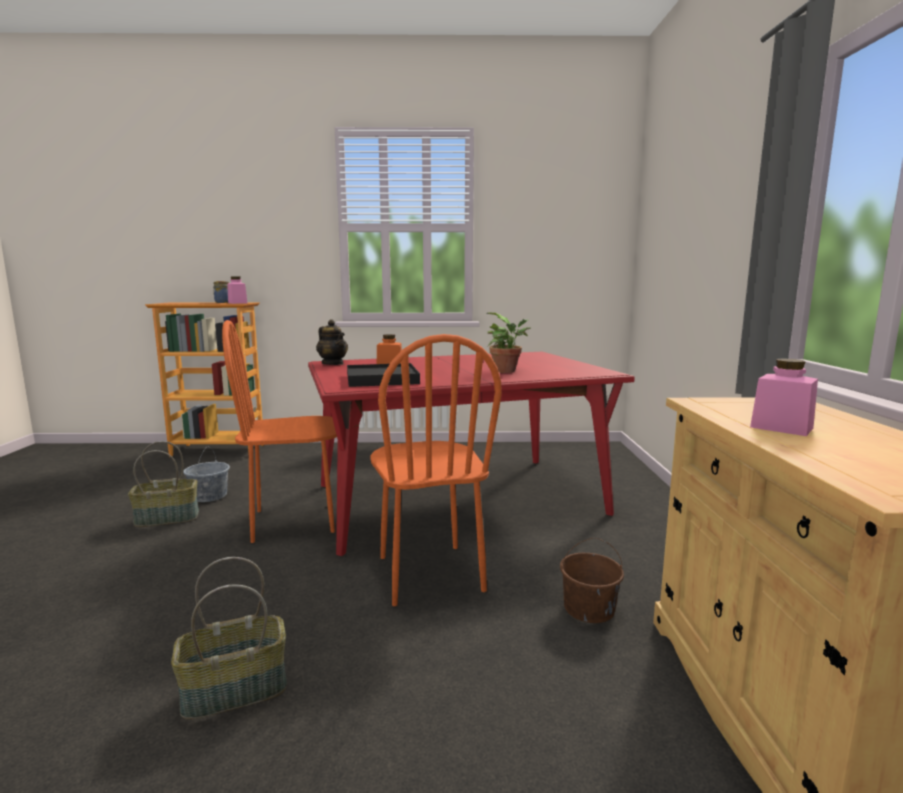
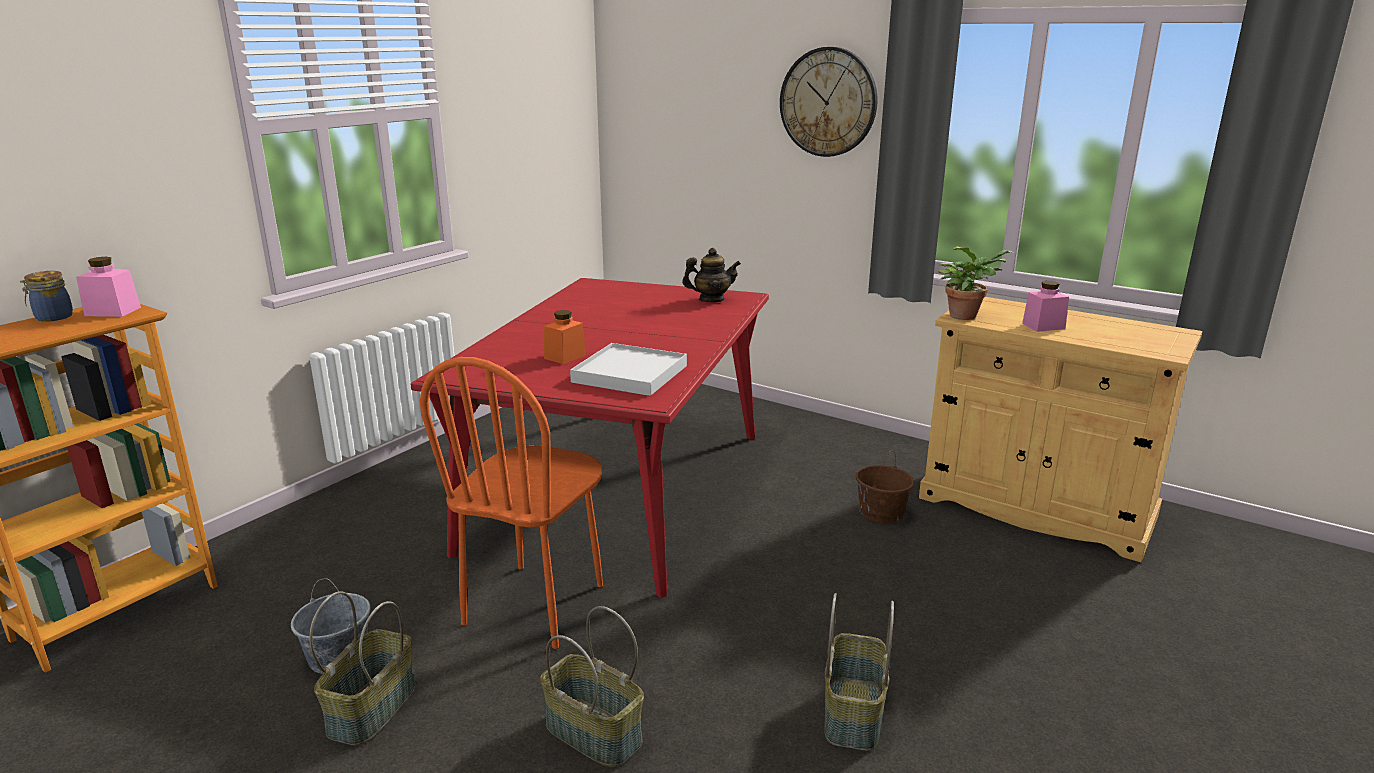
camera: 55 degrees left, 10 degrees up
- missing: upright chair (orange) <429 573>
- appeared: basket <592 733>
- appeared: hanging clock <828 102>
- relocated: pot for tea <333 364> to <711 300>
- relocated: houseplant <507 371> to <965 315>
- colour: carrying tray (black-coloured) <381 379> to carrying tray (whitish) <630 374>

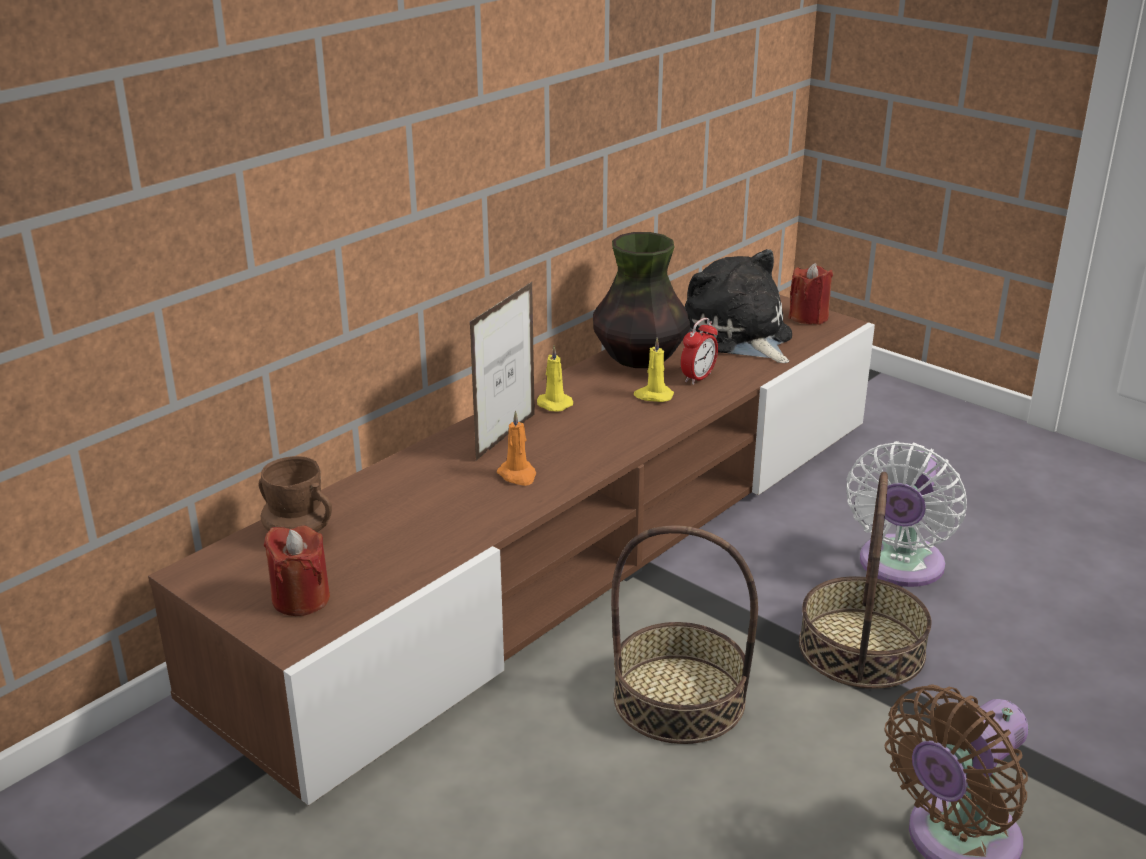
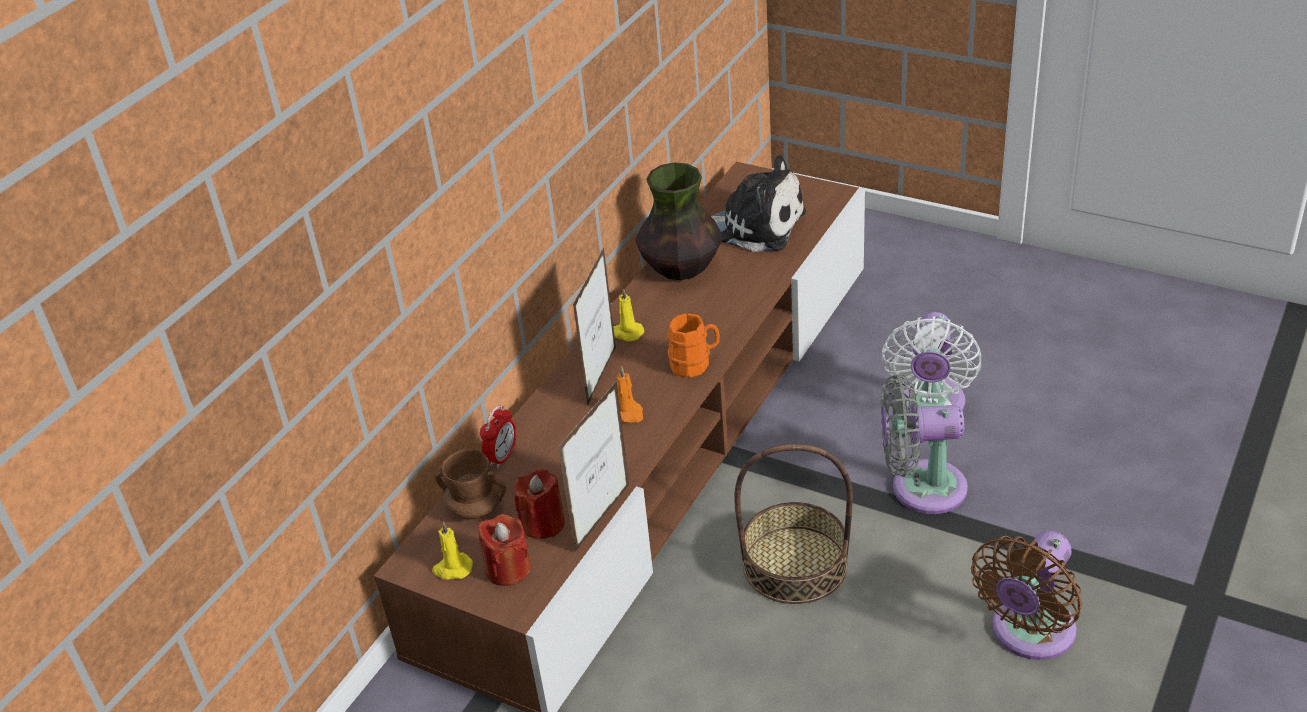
camera: 10 degrees left, 10 degrees up
- appeared: photo frame <602 518>
- appeared: mug (orange) <695 363>
- relocated: candle (yellowish) <653 396> to <452 568>
- relocated: bedside clock <698 377> to <502 457>
- relocated: candle (reddish) <808 317> to <543 523>
- exchanged: basket <862 648> to electric fan (grey) <920 488>
- spun: soft toy <739 336> = <756 225> 150 degrees clockwise

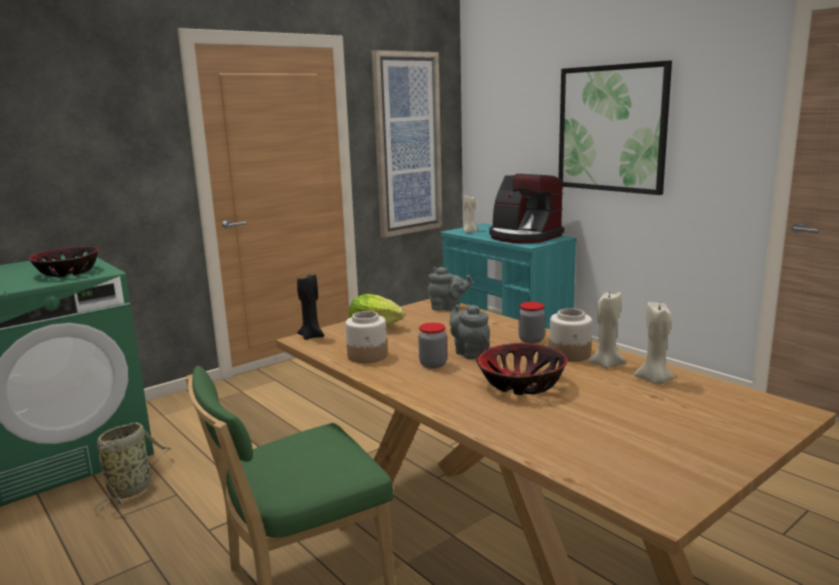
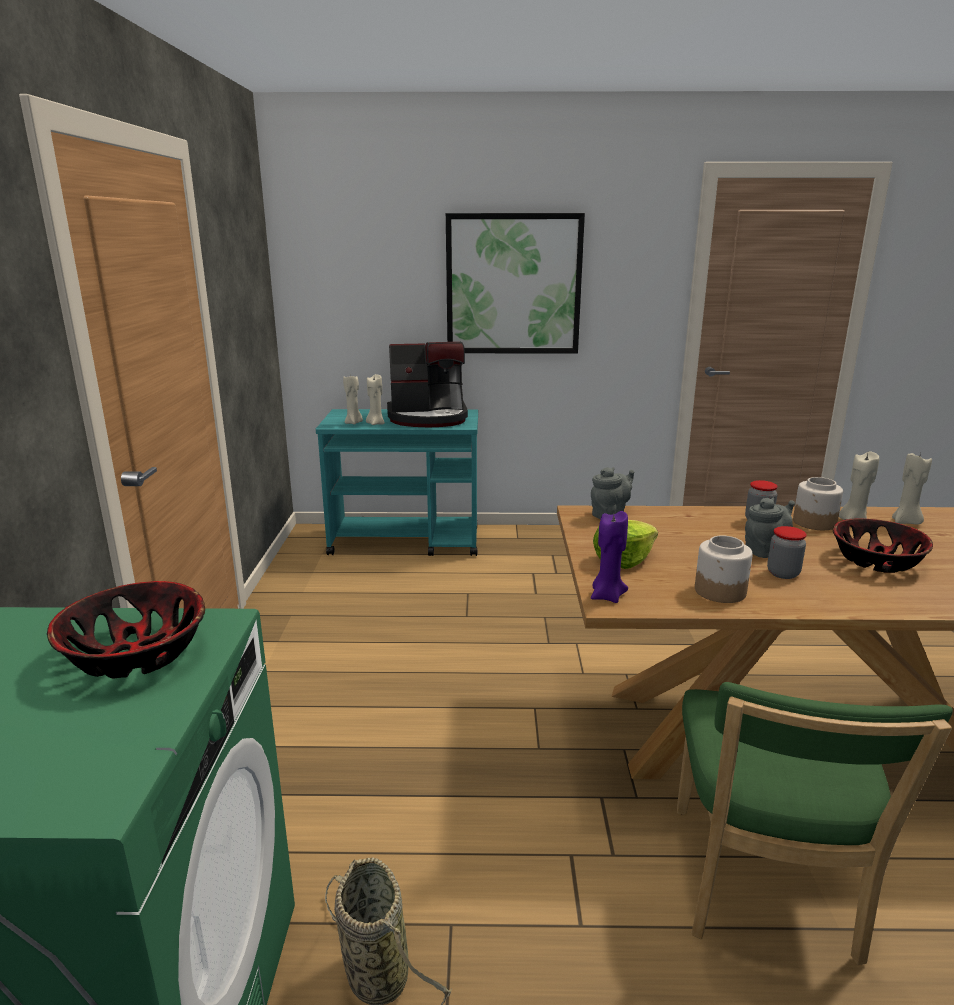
camera: 50 degrees left, 5 degrees up
- missing: picture <407 144>
- appeared: candle (sand-coloured) <375 423>
- colour: candle (black-coloured) <311 336> to candle (purple) <607 596>
- spun: pot for tea (grey) <469 352> = <765 550> 135 degrees clockwise

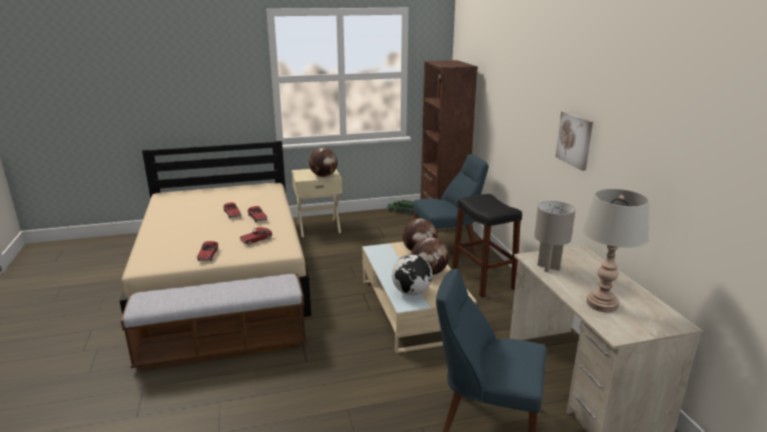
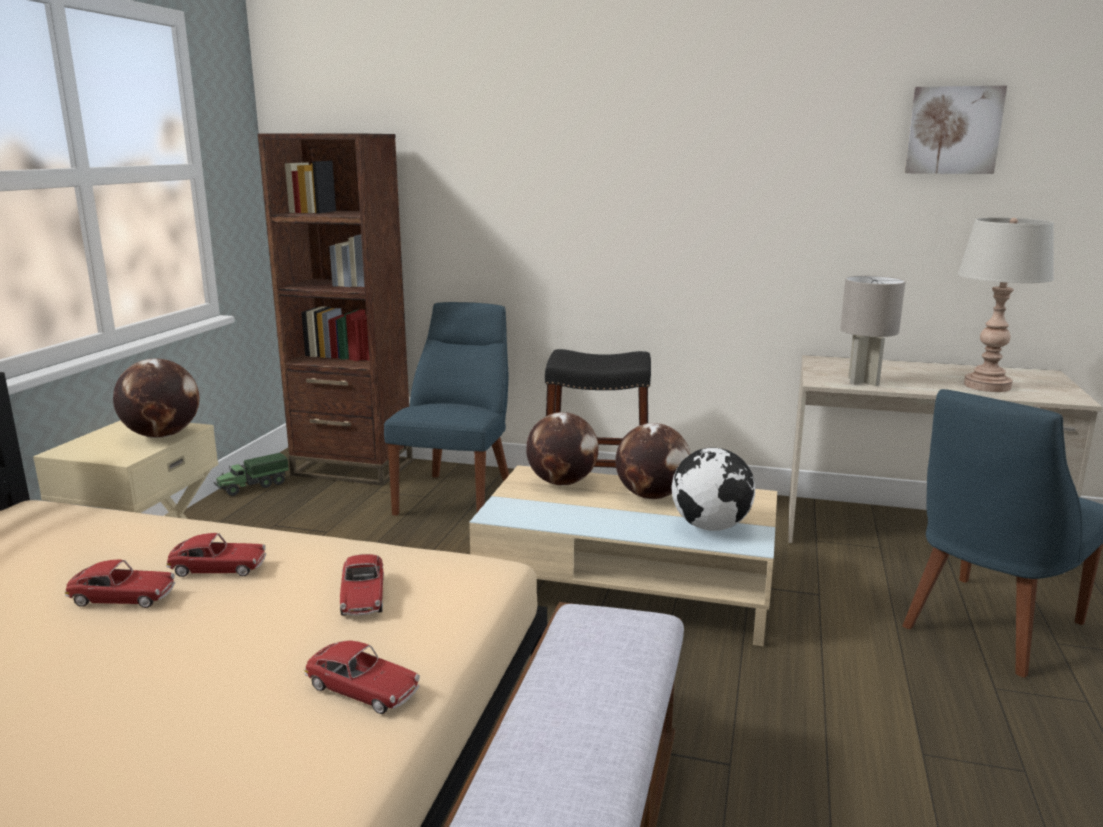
camera: 60 degrees left, 5 degrees down
- relocated: picture <575 140> to <953 130>

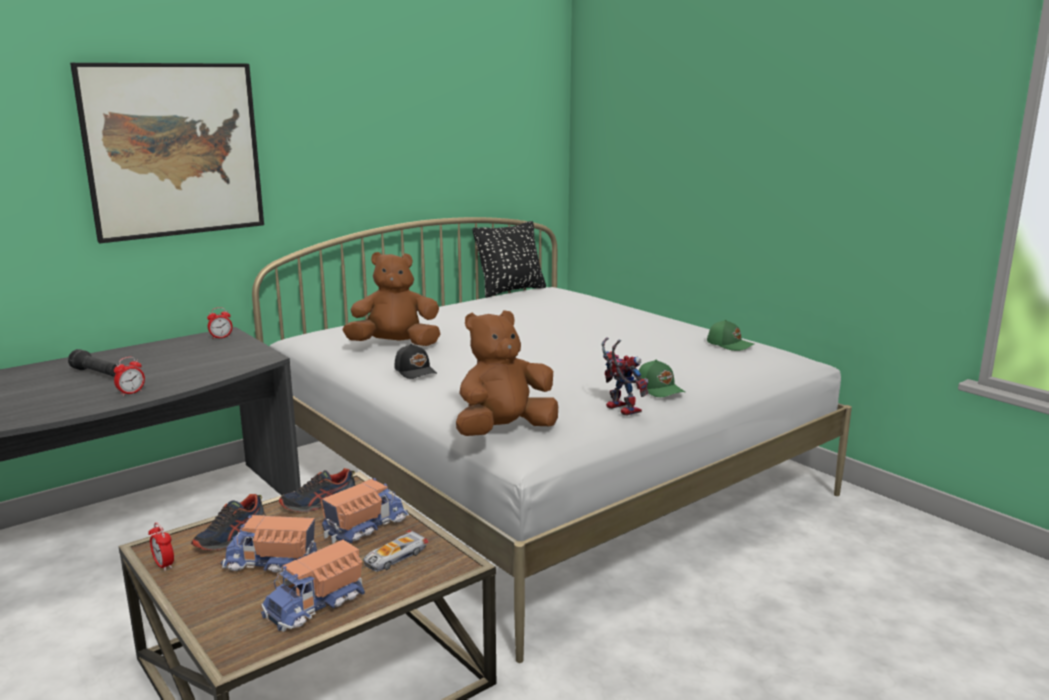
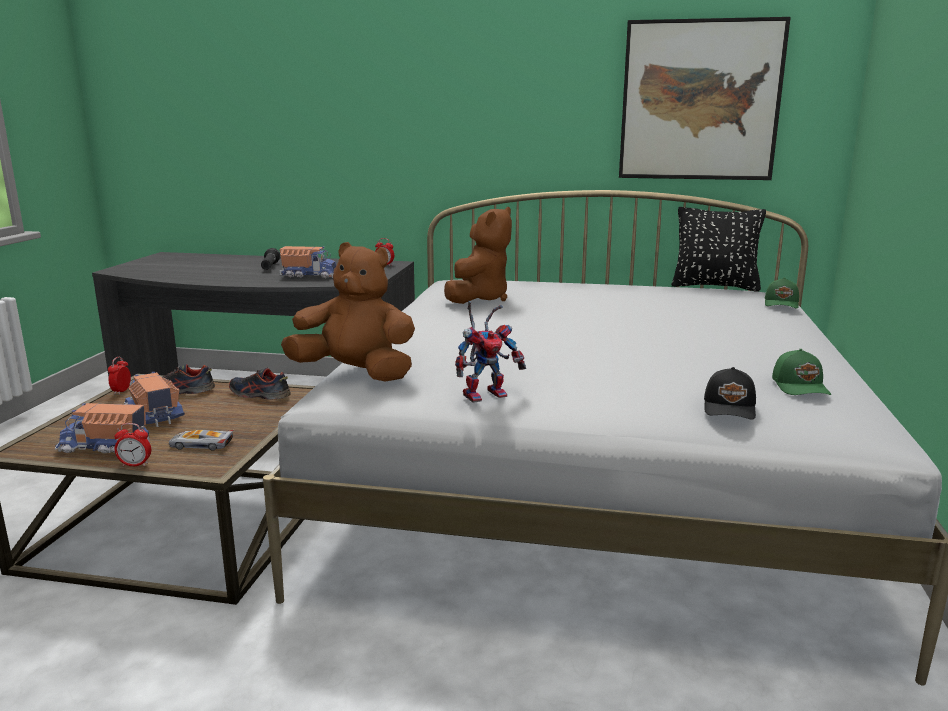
camera: 50 degrees right, 0 degrees up
- relocated: picture <174 150> to <699 101>
- relocated: bedside clock <131 393> to <135 464>
- relocated: toy truck <364 526> to <310 275>
- relocated: peaked cap (black-coloured) <416 371> to <730 408>
- relocated: peaked cap (green-coloured) <660 389> to <782 304>
- spun: soft toy (brown) <395 345> = <479 298> 75 degrees clockwise
- spun: model robot <619 409> = <486 394> 45 degrees clockwise

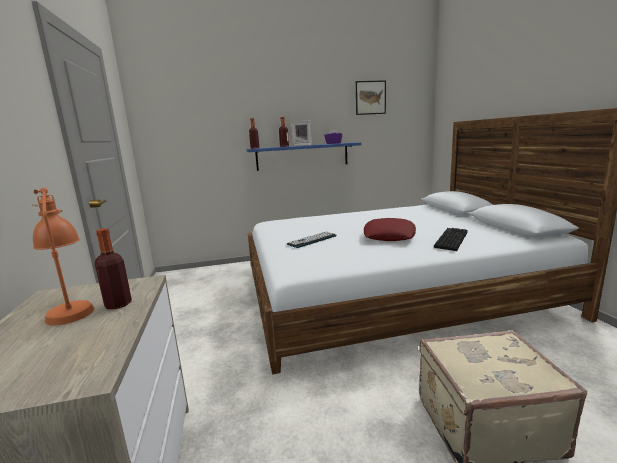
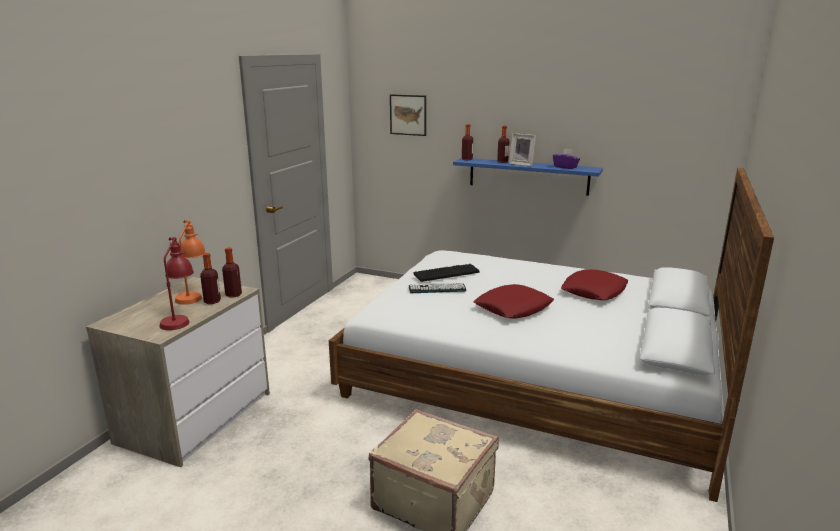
camera: 35 degrees right, 5 degrees up
- appeared: lamp for a table (reddish) <179 318>
- appeared: drink bottle <233 295>
- appeared: pillow (reddish) <594 291>
- relocated: picture <370 97> to <408 115>
- relocated: computer keyboard <450 239> to <446 273>

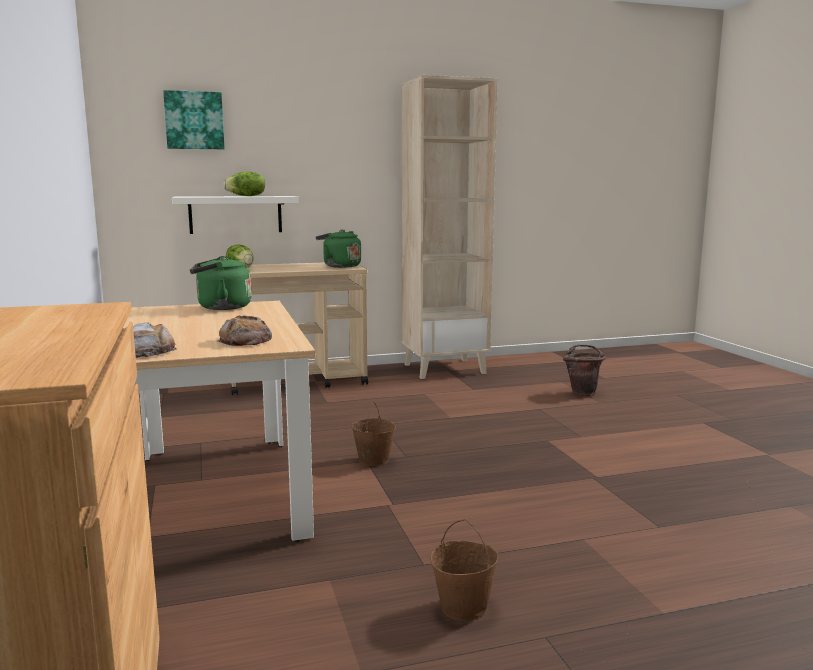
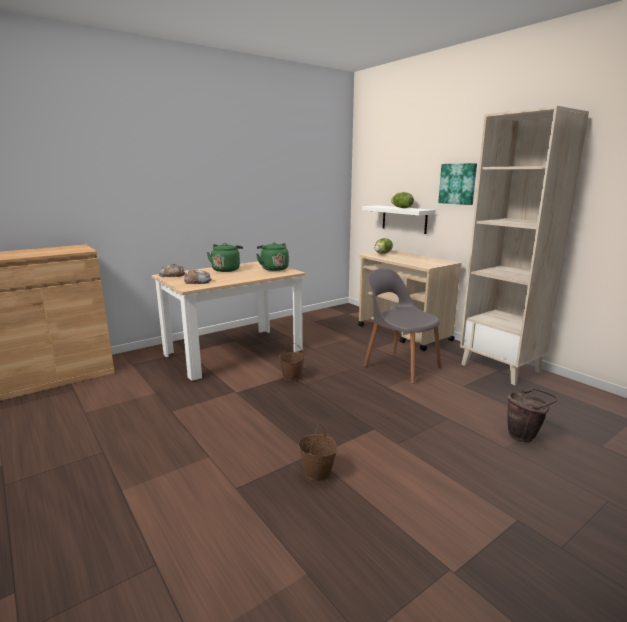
camera: 70 degrees right, 5 degrees up
- appeared: upright chair (grey) <400 366>
- relocated: picture <194 120> to <458 184>
- relocated: water kettle (green-coloured) <340 266> to <226 269>
- relocated: water bucket (brown) <464 607> to <318 473>

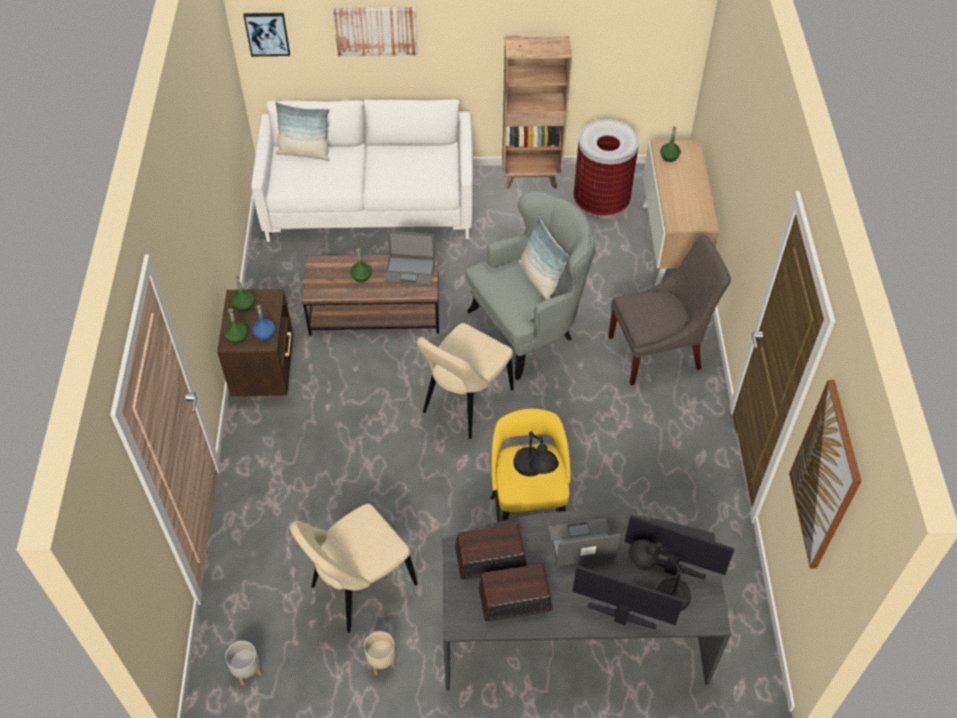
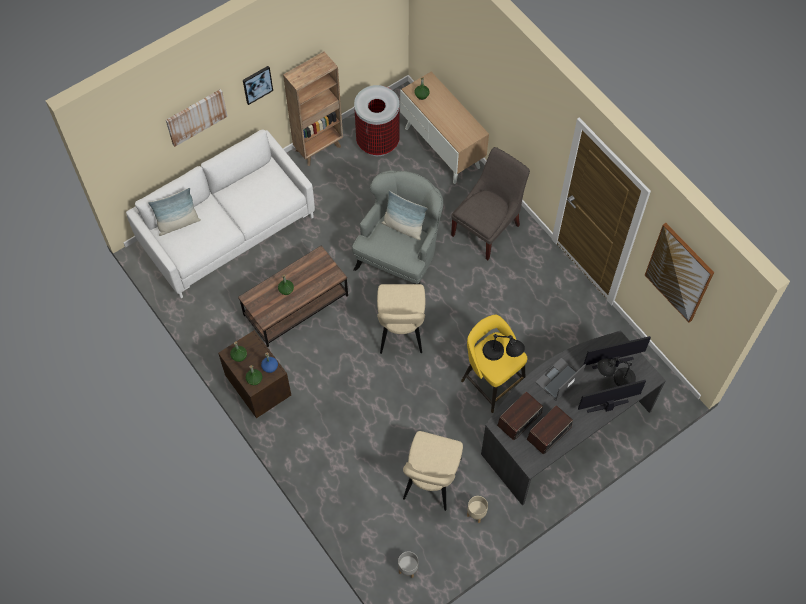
camera: 35 degrees left, 10 degrees up
- missing: portable computer <411 270>
- relocated: picture <267 33> to <257 84>

